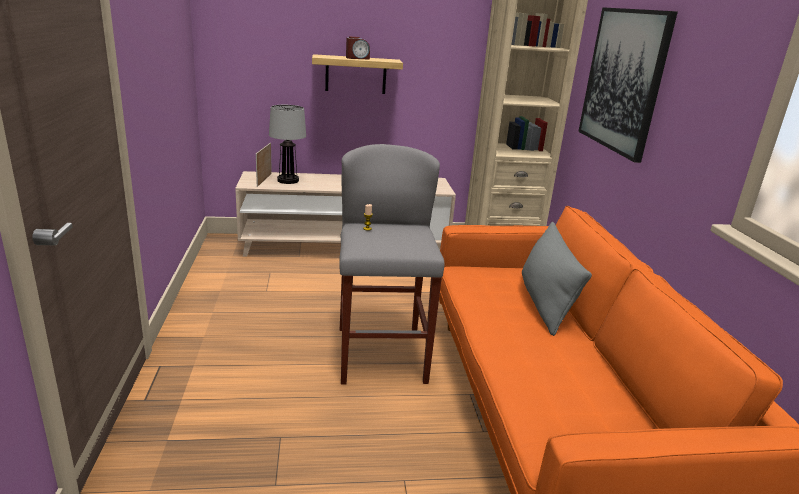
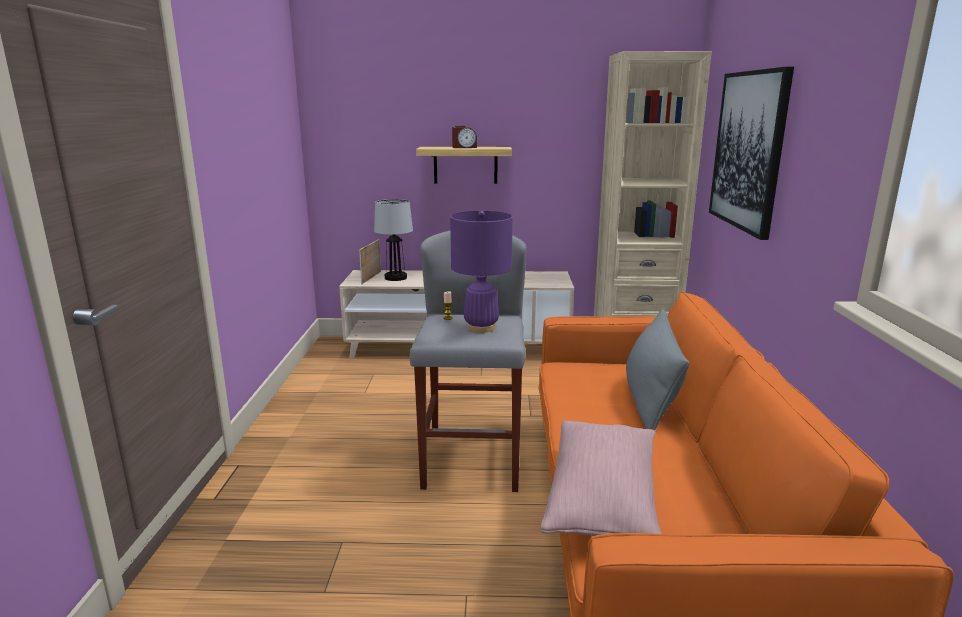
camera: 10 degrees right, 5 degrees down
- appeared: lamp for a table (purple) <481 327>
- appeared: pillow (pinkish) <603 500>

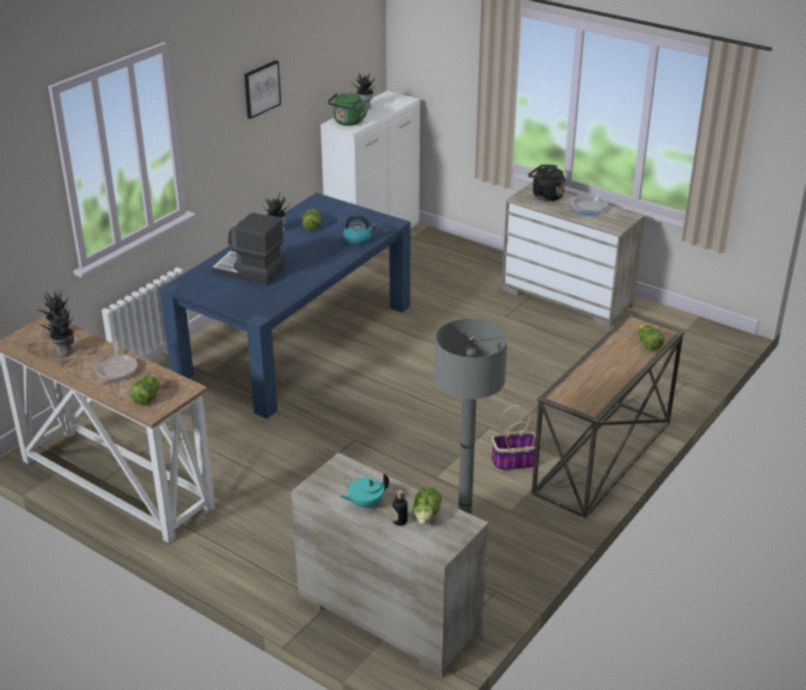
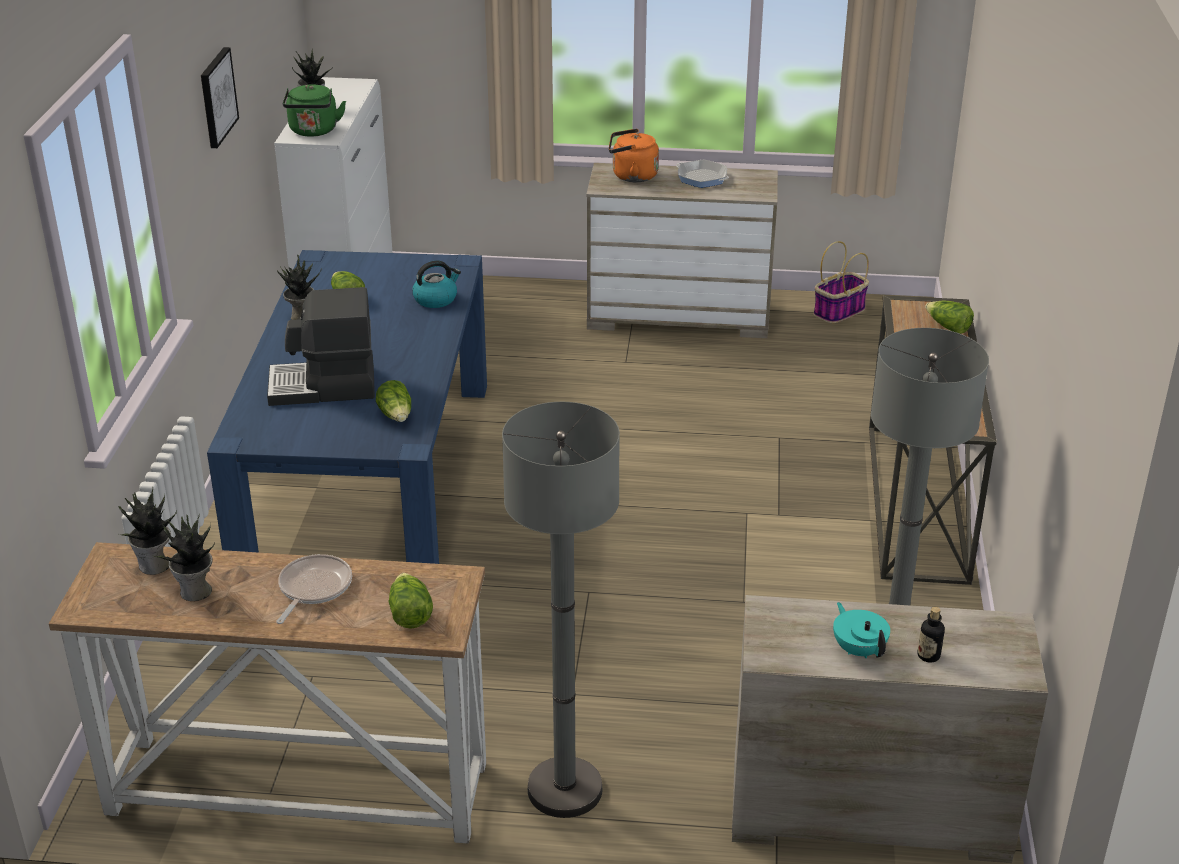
camera: 30 degrees left, 0 degrees up
- appeared: standard lamp (grey) <564 789>
- relocated: lettuce head <426 515> to <396 416>
- relocated: basket <514 462> to <839 312>
- colour: water kettle (black-coloured) <545 196> to water kettle (orange) <631 176>
- spun: pan <117 369> = <313 588> 120 degrees counterclockwise
- spun: pot for tea (turquoise-coloured) <365 503> = <859 649> 120 degrees clockwise

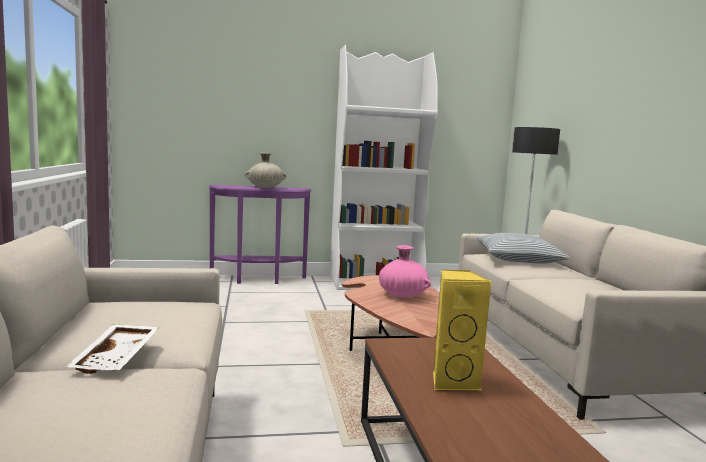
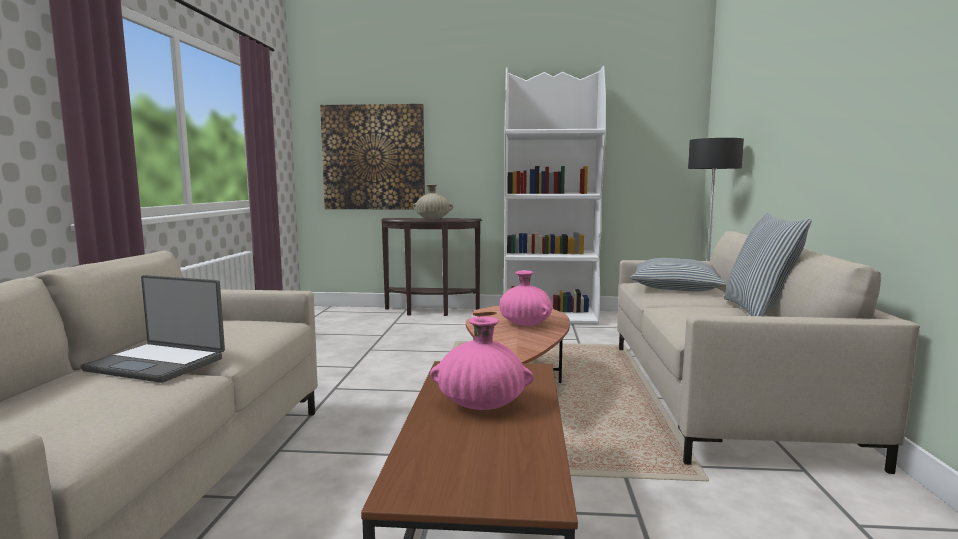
camera: 15 degrees right, 0 degrees up
- appeared: picture <373 157>
- appeared: pillow <758 311>
- exchanged: carrying tray (whitish) <118 358> to portable computer <158 363>
- exchanged: loudspeaker (yellowish) <453 381> to vase (pinkish) <481 404>
- colour: console table (purple) <258 280> to console table (brown) <430 312>

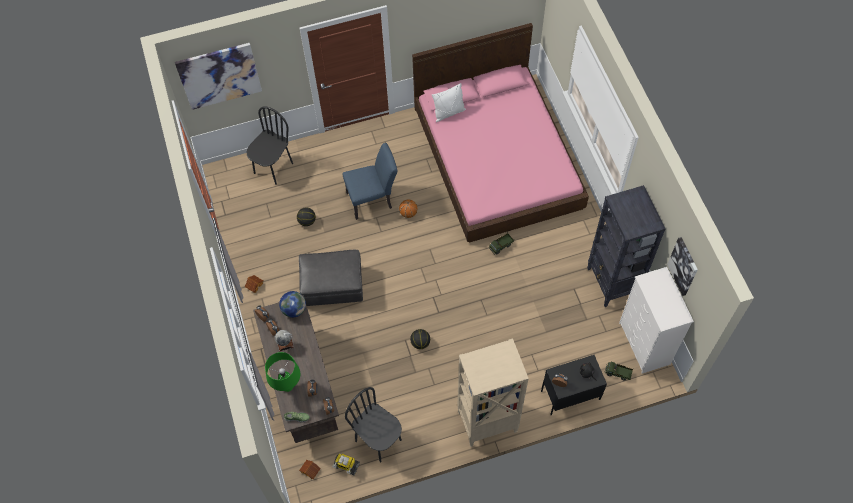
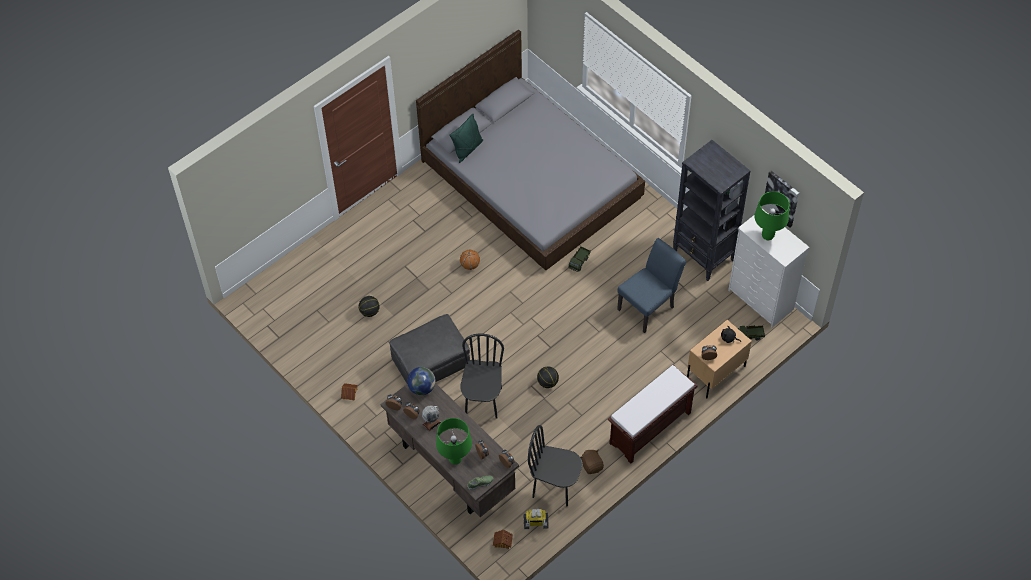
camera: 25 degrees left, 5 degrees down
- missing: picture <219 75>
- appeared: soft toy (brown) <592 465>
- appeared: lamp for a table (green-coloured) <767 236>
- relocated: upright chair (black-coloured) <273 168> to <483 401>
- relocated: upright chair (blue-coloured) <373 199> to <649 306>
- exchanged: shelving unit (sand-coloured) <486 422> to long seat (brown) <649 429>
- colour: bed (pinkish) <497 157> to bed (grey) <531 178>
- colour: pillow (whitish) <449 113> to pillow (green-coloured) <467 149>
- colour: night table (black-coloured) <570 395> to night table (sand-coloured) <715 373>

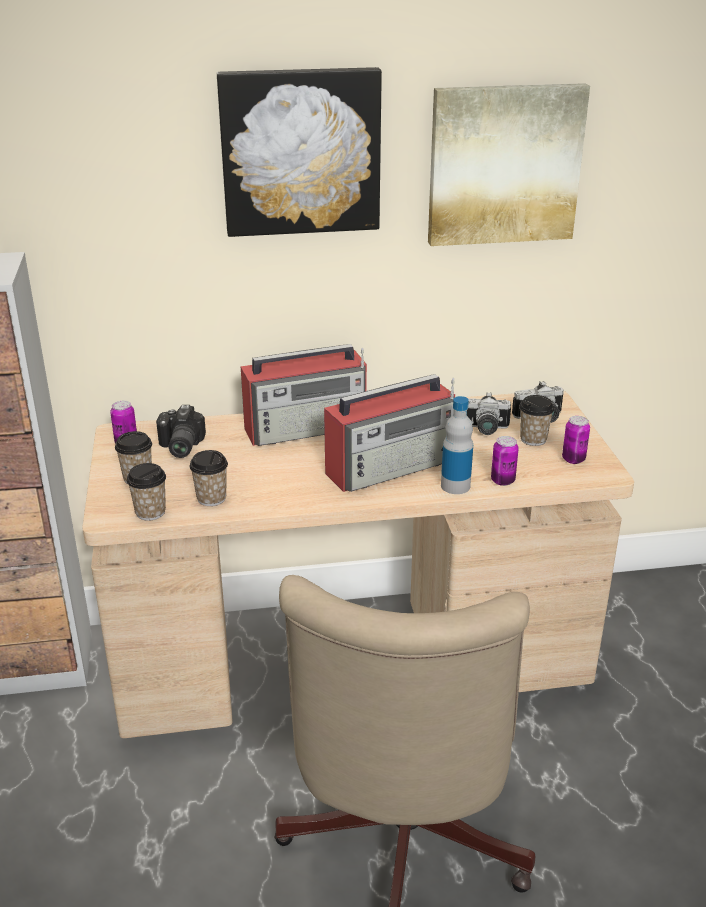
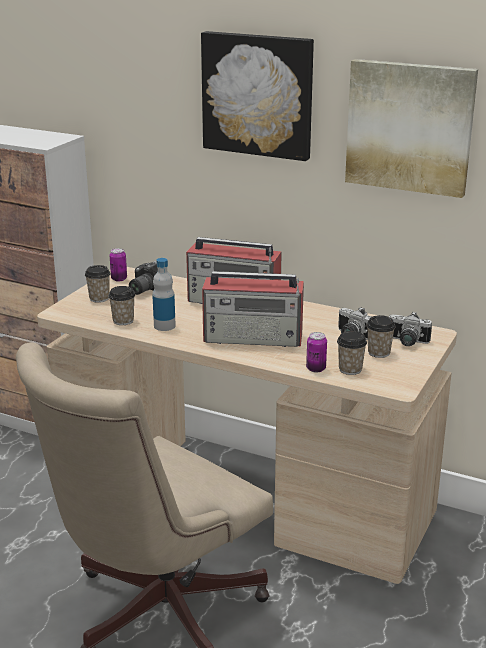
camera: 35 degrees right, 5 degrees down
- missing: can <573 459>
- relocated: small cup <150 512> to <350 369>
- relocated: drink bottle <455 486> to <164 326>

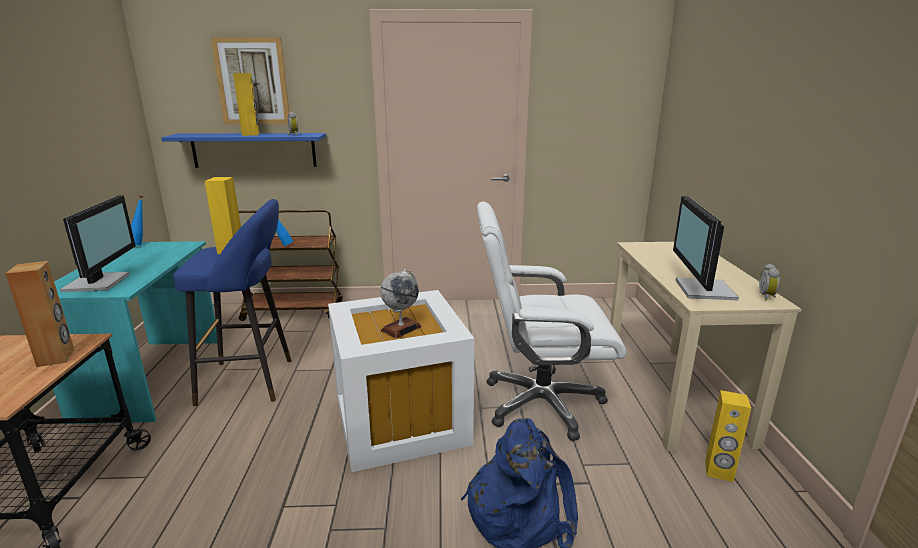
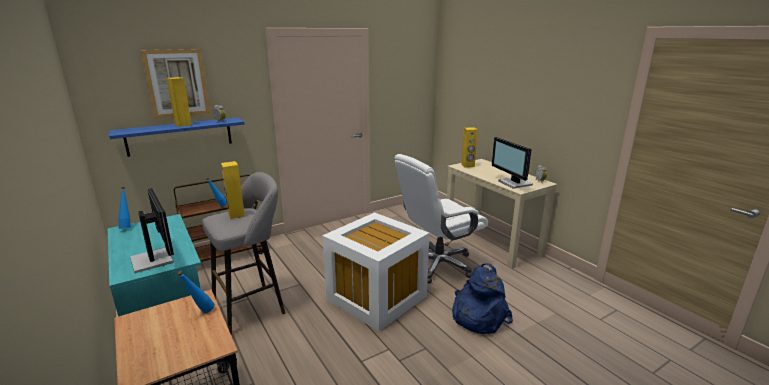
camera: 30 degrees left, 0 degrees up
- missing: world globe <401 328>
- relocated: loudspeaker (yellowish) <719 472> to <468 165>
- exchanged: loudspeaker (brown) <56 358> to drink bottle (blue-coloured) <201 313>
- colour: sitting stool (blue-coloured) <252 381> to sitting stool (grey) <253 307>

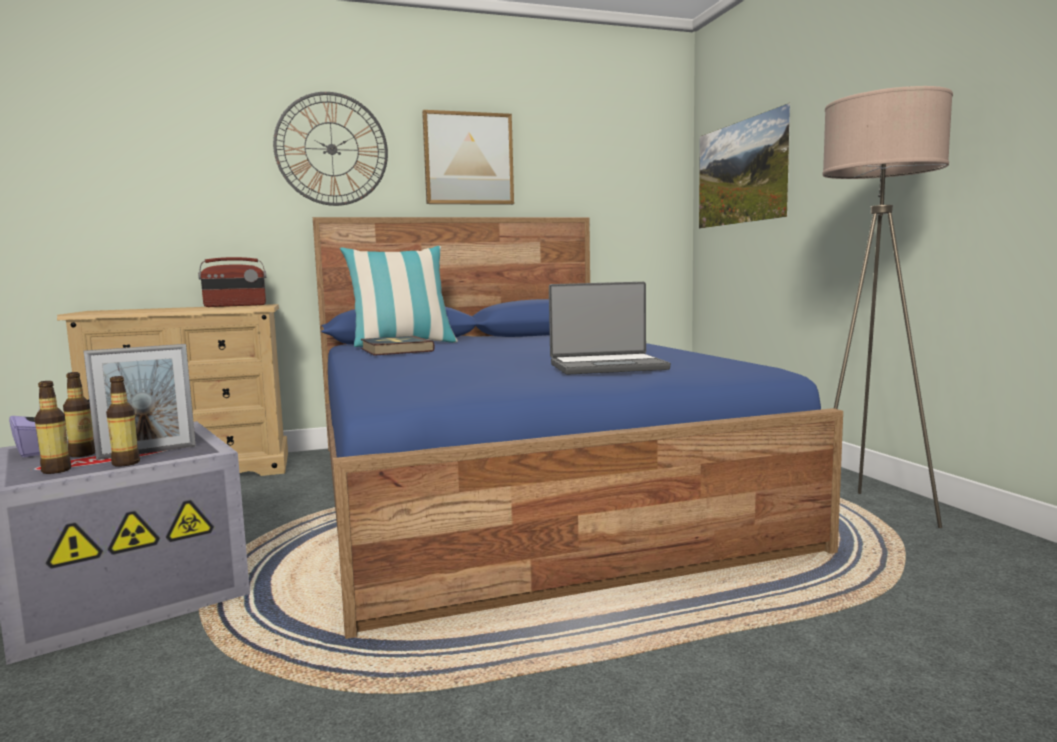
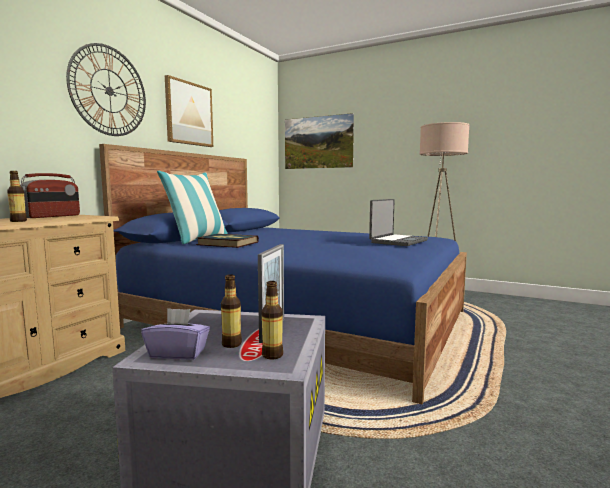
camera: 45 degrees left, 0 degrees up
- relocated: drink bottle <126 463> to <18 221>

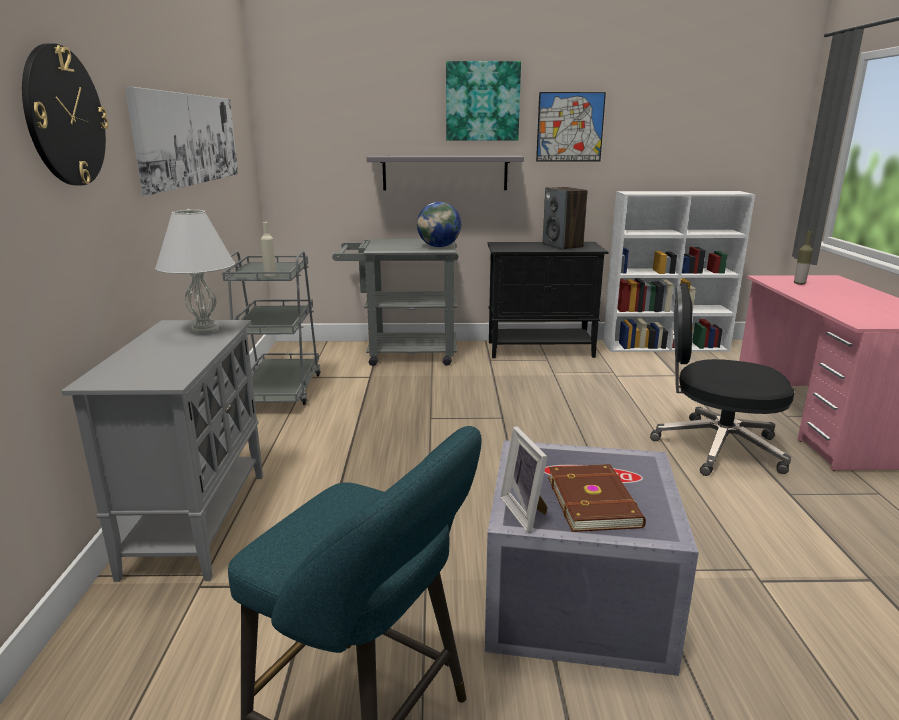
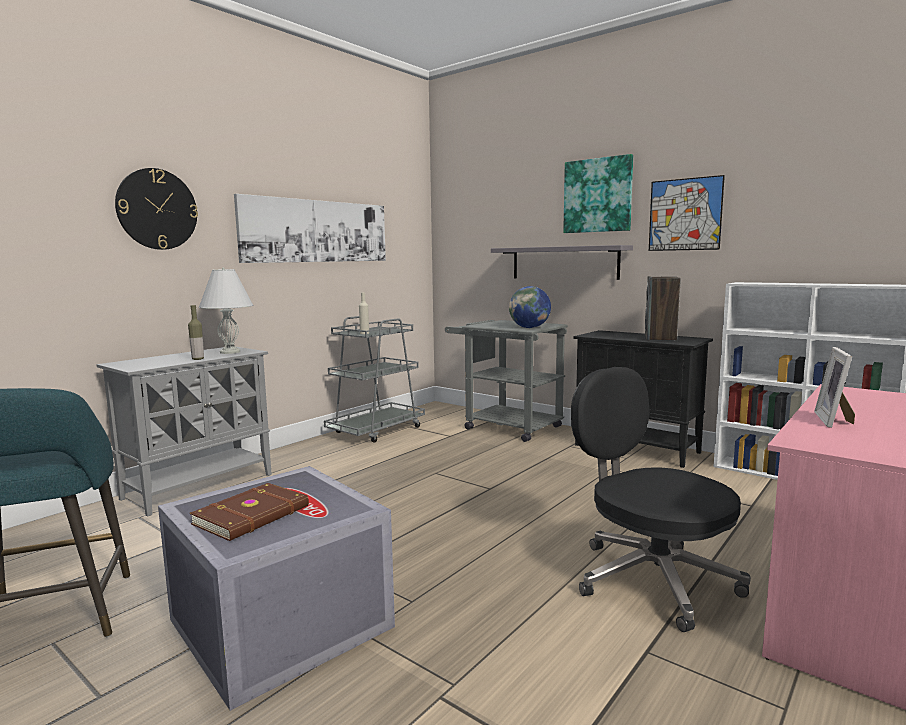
camera: 40 degrees right, 10 degrees down
- relocated: photo frame <526 512> to <835 420>
- relocated: drink bottle <799 283> to <198 359>

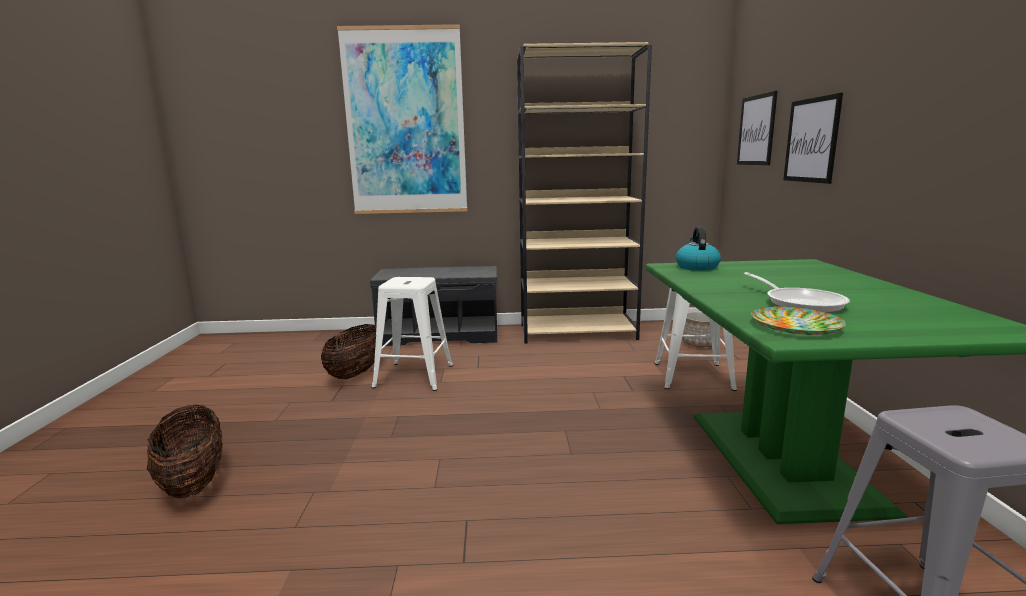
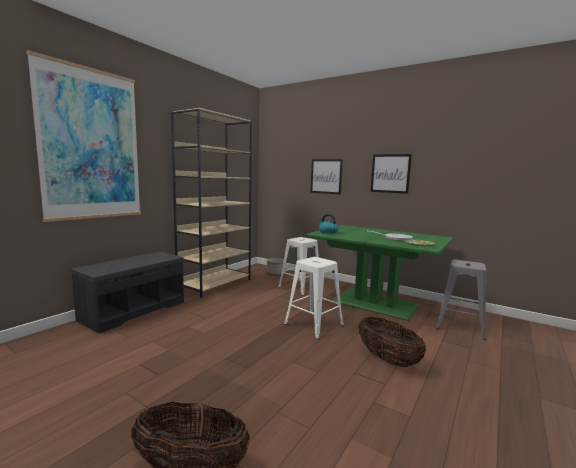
camera: 55 degrees left, 5 degrees down
- relocated: basket <356 373> to <387 359>
- relocated: sitting stool (whitish) <413 375> to <313 324>
- relocated: picture <756 130> to <390 173>

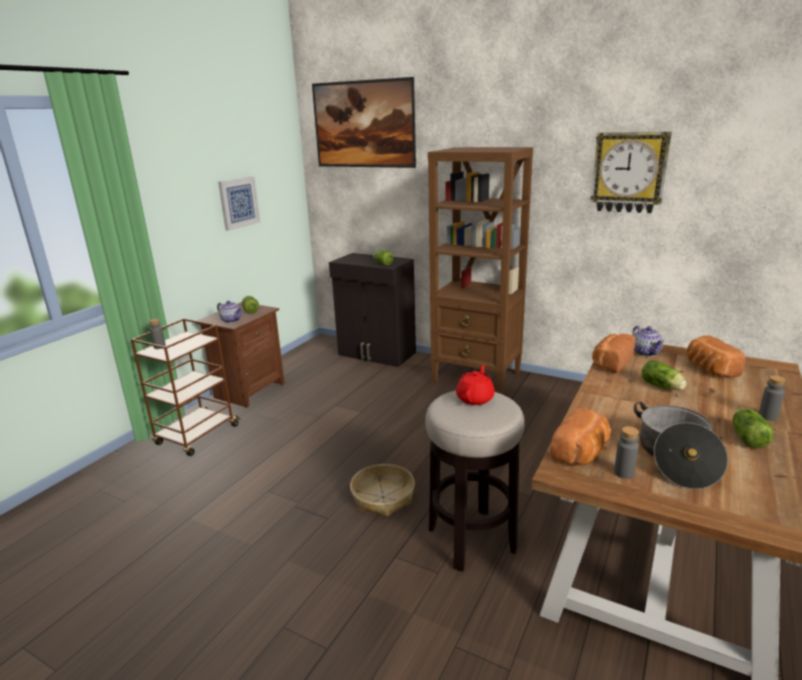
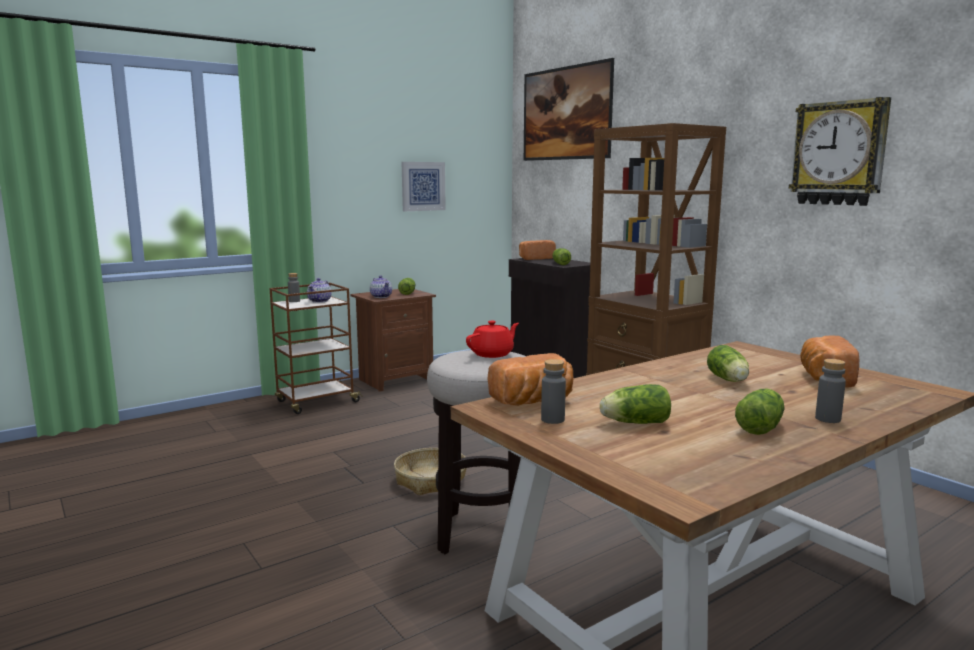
camera: 25 degrees right, 10 degrees down
- relocated: bread <610 363> to <535 258>
- relocated: pot for tea <645 352> to <320 301>
- exchanged: stockpot <675 458> to lettuce head <633 422>

